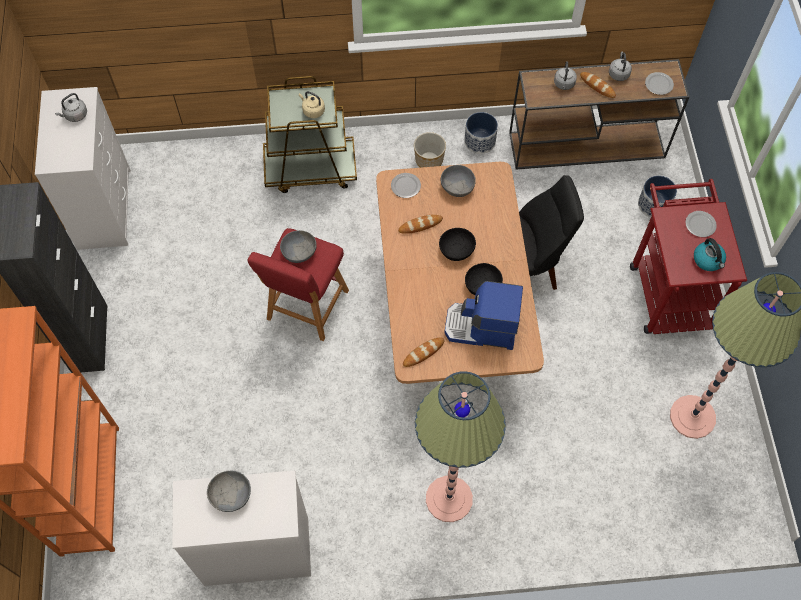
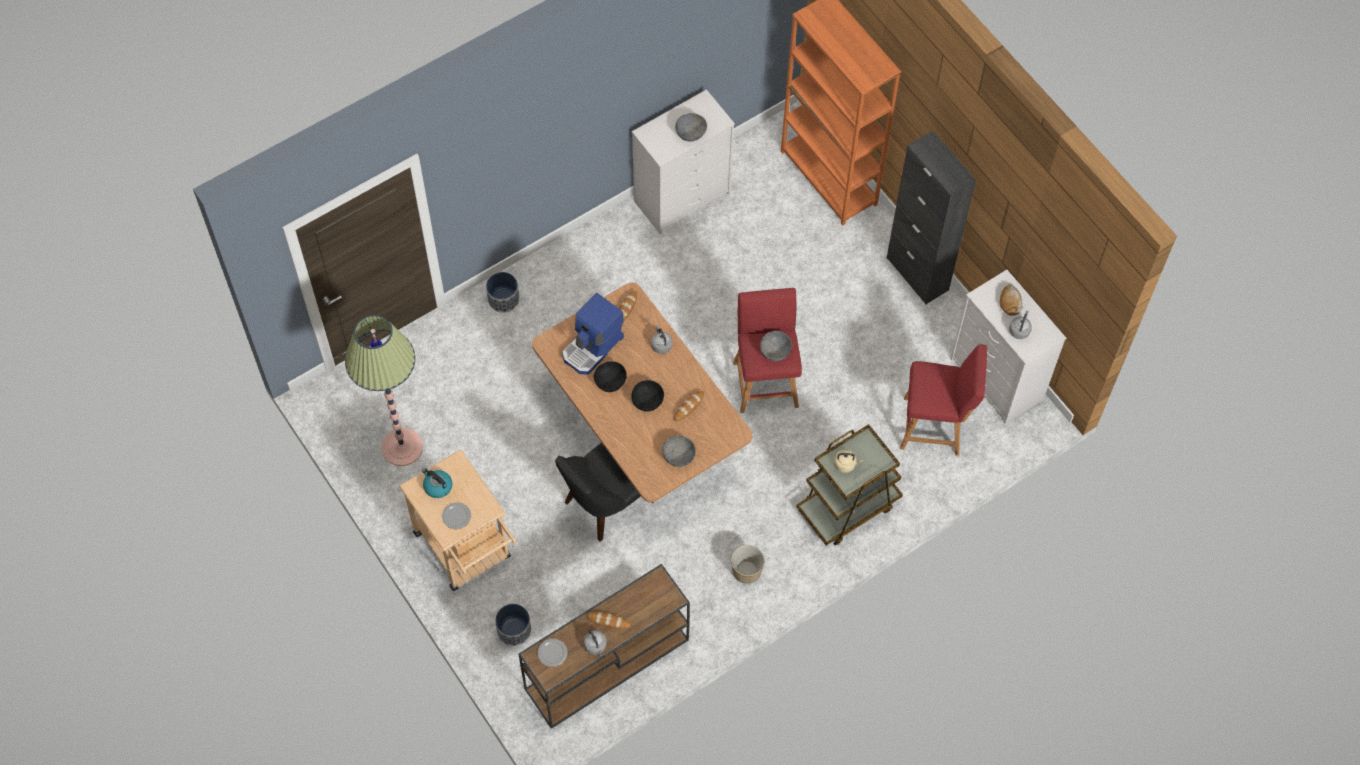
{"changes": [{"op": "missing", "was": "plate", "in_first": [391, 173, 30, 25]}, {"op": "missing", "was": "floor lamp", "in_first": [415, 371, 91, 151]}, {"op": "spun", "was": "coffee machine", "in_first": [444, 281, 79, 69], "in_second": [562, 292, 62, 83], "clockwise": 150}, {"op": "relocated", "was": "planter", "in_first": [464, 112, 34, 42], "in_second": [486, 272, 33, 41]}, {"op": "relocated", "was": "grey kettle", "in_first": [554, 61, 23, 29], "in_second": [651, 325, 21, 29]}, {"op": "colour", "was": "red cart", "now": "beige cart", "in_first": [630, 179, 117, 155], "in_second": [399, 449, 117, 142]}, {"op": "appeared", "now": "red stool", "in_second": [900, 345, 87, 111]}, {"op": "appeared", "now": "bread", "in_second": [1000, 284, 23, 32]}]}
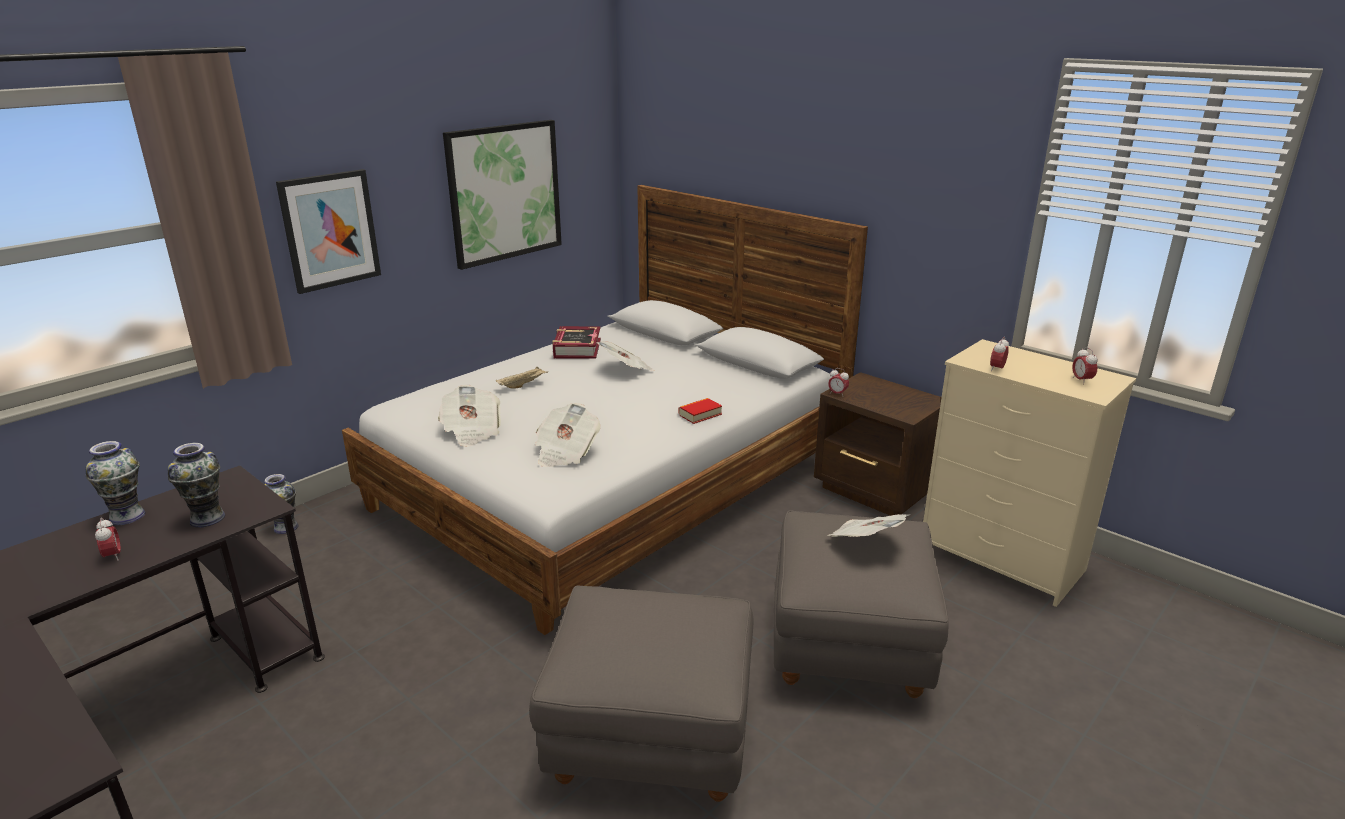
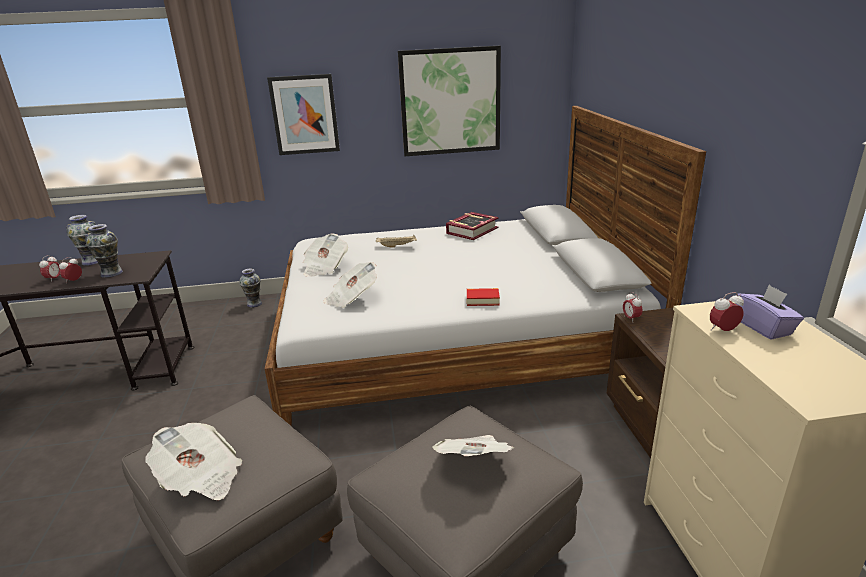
{"changes": [{"op": "relocated", "was": "newspaper", "in_first": [596, 341, 59, 30], "in_second": [145, 423, 97, 77]}, {"op": "relocated", "was": "alarm clock", "in_first": [1072, 347, 26, 38], "in_second": [59, 257, 23, 26]}, {"op": "appeared", "now": "purple tissue box", "in_second": [736, 284, 68, 56]}]}
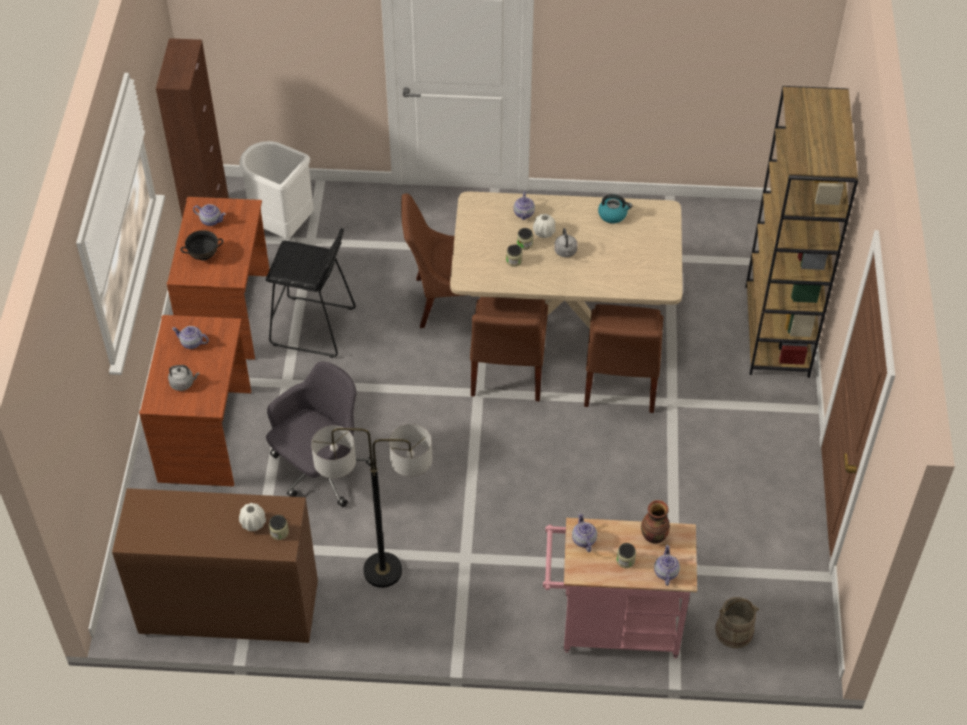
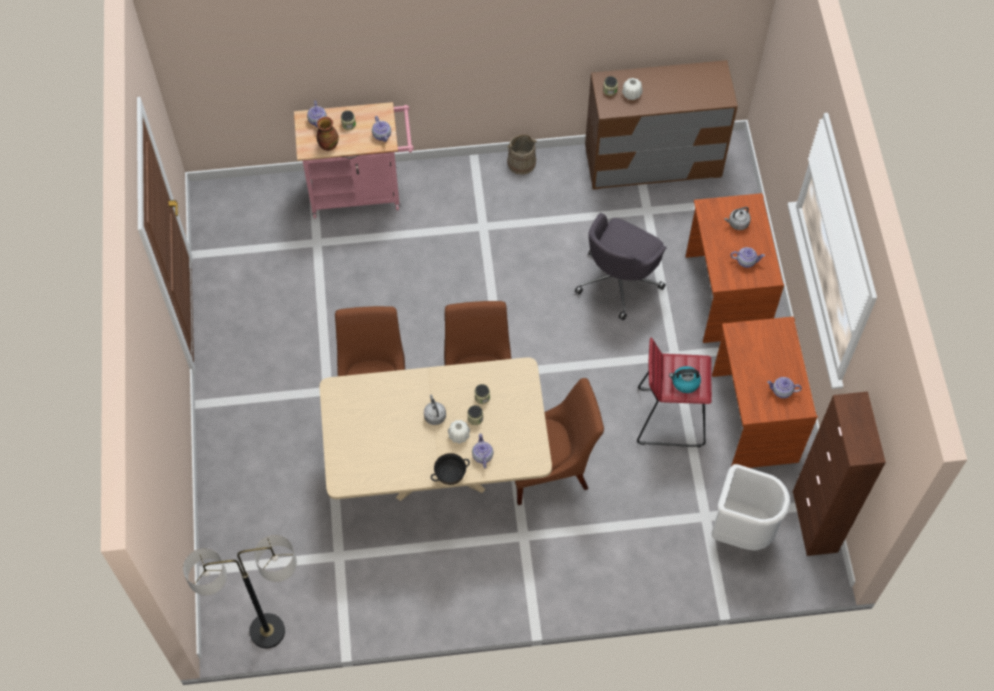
{"changes": [{"op": "relocated", "was": "black bowl", "in_first": [180, 230, 43, 31], "in_second": [431, 453, 39, 32]}, {"op": "colour", "was": "black stool", "now": "red stool", "in_first": [266, 228, 90, 130], "in_second": [637, 337, 75, 110]}, {"op": "relocated", "was": "floor lamp", "in_first": [311, 424, 121, 164], "in_second": [183, 535, 114, 113]}, {"op": "relocated", "was": "kettle", "in_first": [598, 194, 35, 29], "in_second": [669, 366, 32, 27]}, {"op": "relocated", "was": "beige bucket", "in_first": [715, 597, 44, 51], "in_second": [507, 134, 30, 41]}, {"op": "missing", "was": "brown bookcase", "in_first": [746, 86, 112, 292]}]}
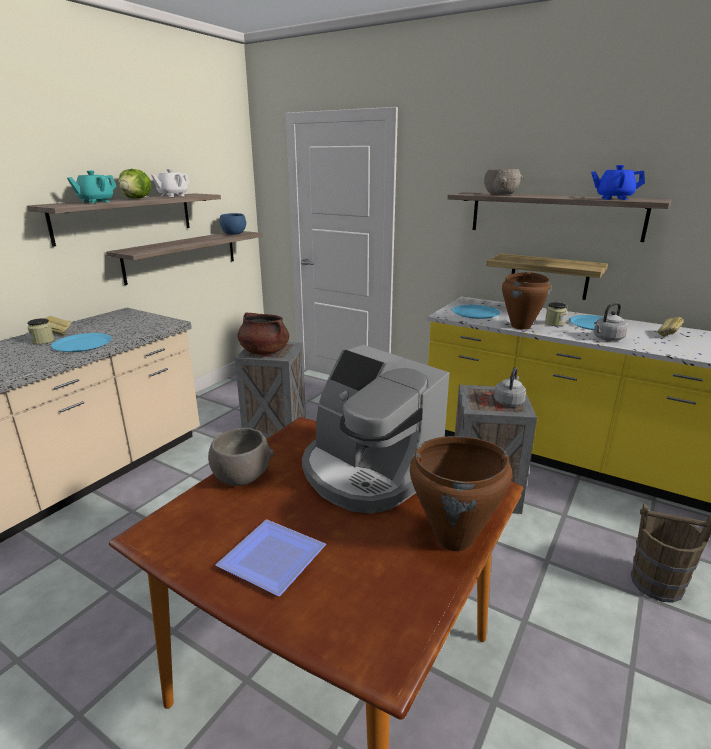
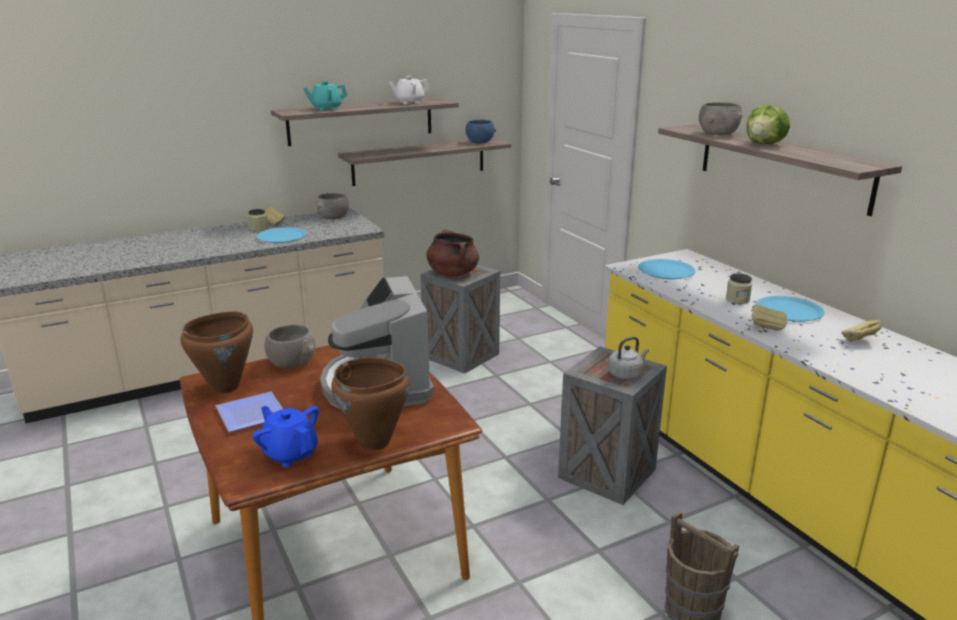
{"changes": [{"op": "relocated", "was": "lettuce", "in_first": [118, 169, 33, 30], "in_second": [747, 105, 43, 39]}, {"op": "missing", "was": "shelf", "in_first": [486, 254, 122, 46]}, {"op": "relocated", "was": "brown cooking pot", "in_first": [502, 272, 49, 58], "in_second": [180, 311, 73, 82]}, {"op": "relocated", "was": "blue teapot", "in_first": [591, 165, 54, 35], "in_second": [252, 406, 67, 61]}, {"op": "exchanged", "was": "grey kettle", "now": "bread", "in_first": [594, 303, 34, 38], "in_second": [752, 305, 35, 26]}, {"op": "appeared", "now": "grey bowl", "in_second": [316, 193, 33, 26]}]}
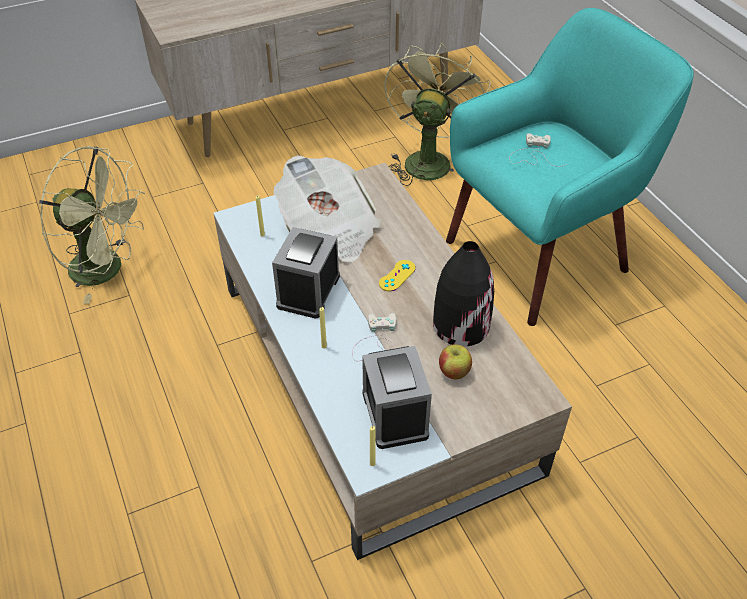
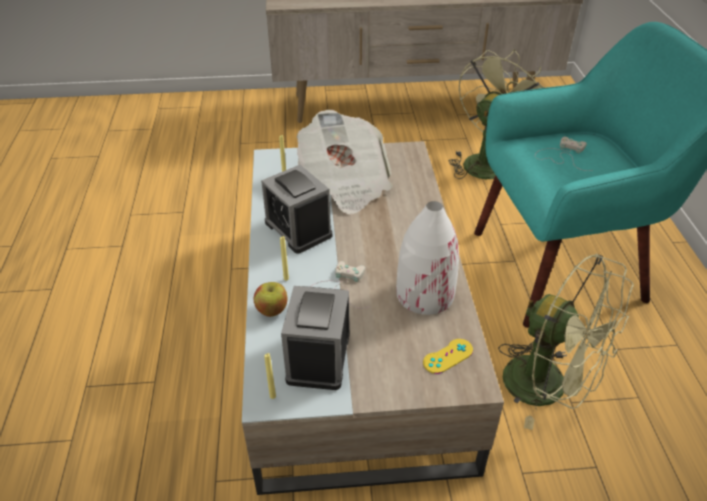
{"changes": [{"op": "relocated", "was": "green fan", "in_first": [39, 146, 106, 158], "in_second": [498, 254, 136, 176]}, {"op": "spun", "was": "alarm clock", "in_first": [272, 227, 68, 92], "in_second": [261, 165, 71, 88], "clockwise": -75}, {"op": "relocated", "was": "yellow game controller", "in_first": [379, 260, 37, 31], "in_second": [423, 339, 50, 35]}, {"op": "colour", "was": "black vase", "now": "white vase", "in_first": [433, 241, 61, 106], "in_second": [396, 201, 63, 114]}, {"op": "relocated", "was": "apple", "in_first": [439, 344, 33, 35], "in_second": [254, 282, 34, 35]}]}
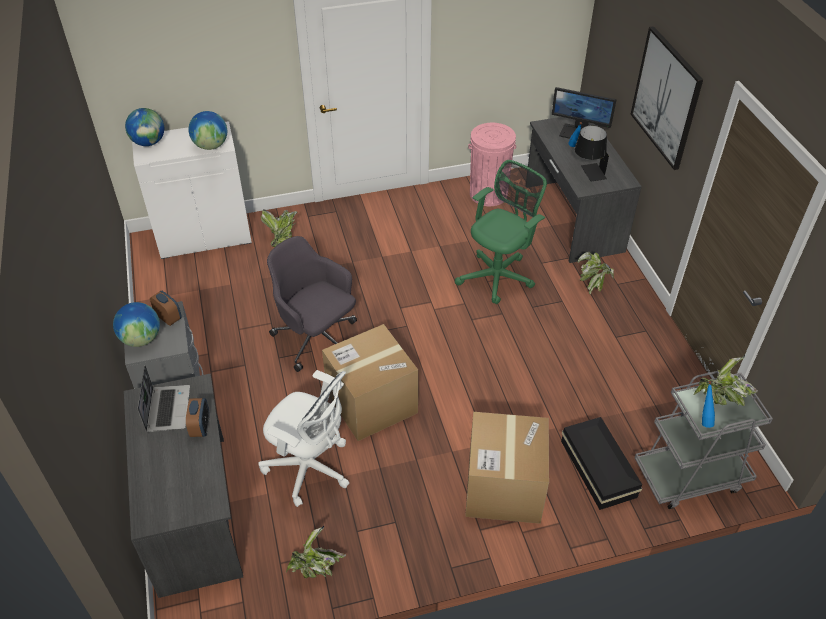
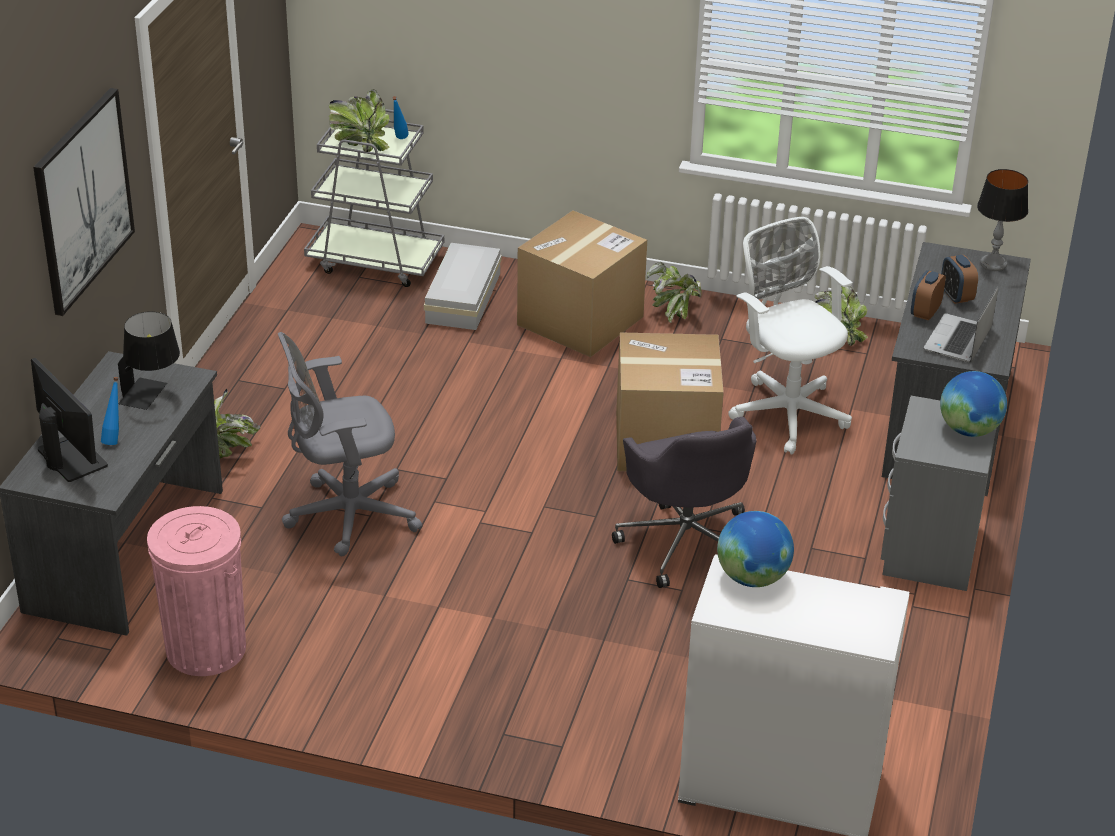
{"changes": [{"op": "missing", "was": "globe", "in_first": [125, 108, 39, 38]}, {"op": "relocated", "was": "alarm clock", "in_first": [150, 291, 32, 35], "in_second": [941, 255, 37, 49]}, {"op": "relocated", "was": "potted plant", "in_first": [261, 209, 36, 38], "in_second": [647, 262, 55, 61]}, {"op": "colour", "was": "green office chair", "now": "grey office chair", "in_first": [455, 160, 92, 144], "in_second": [278, 332, 144, 224]}, {"op": "colour", "was": "black storage box", "now": "white storage box", "in_first": [561, 417, 81, 93], "in_second": [424, 243, 78, 87]}, {"op": "appeared", "now": "table lamp", "in_second": [977, 169, 51, 102]}]}
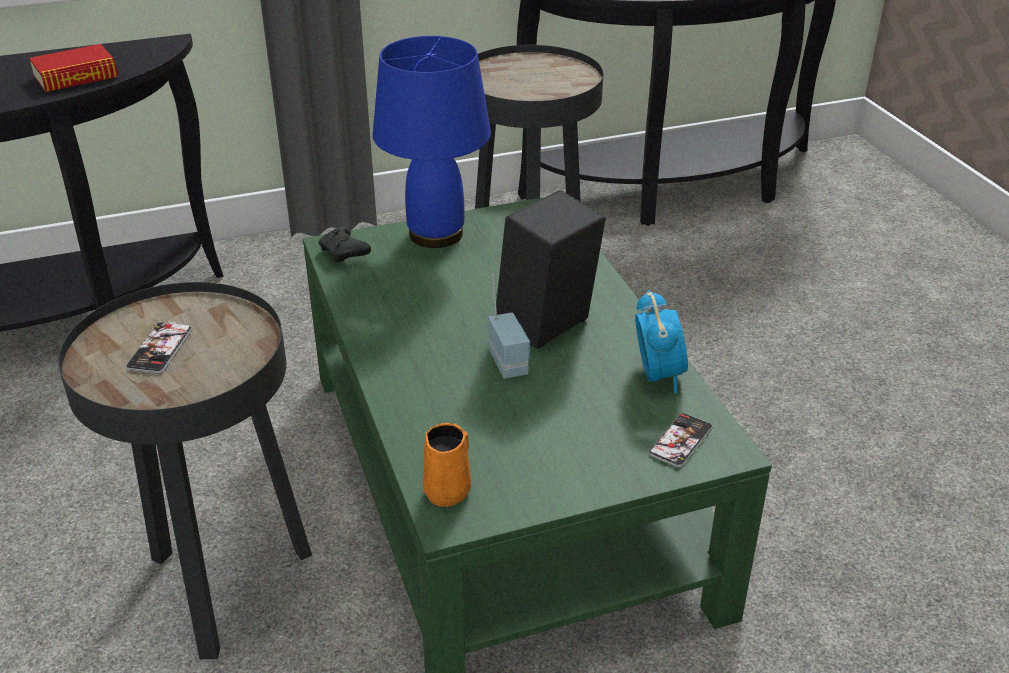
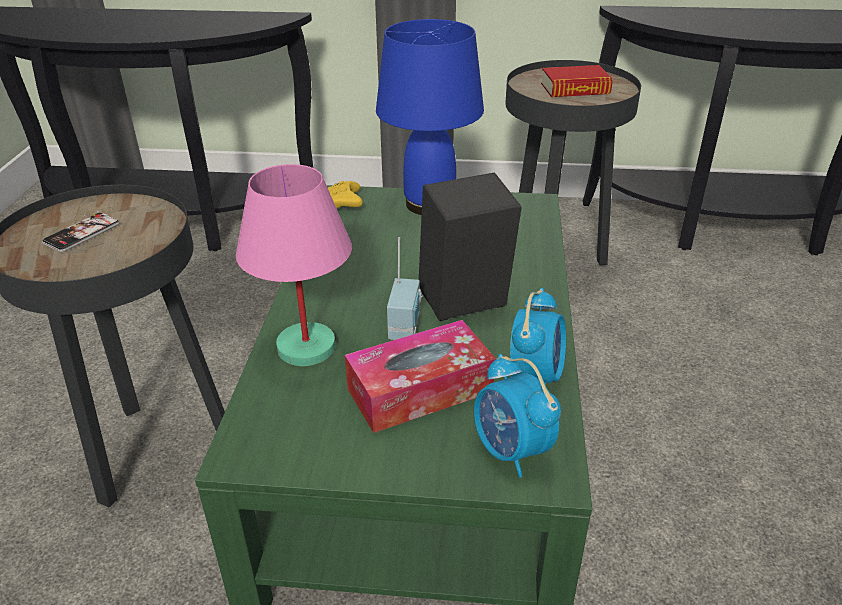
{"changes": [{"op": "relocated", "was": "book", "in_first": [29, 44, 89, 48], "in_second": [541, 65, 71, 32]}, {"op": "colour", "was": "black game controller", "now": "yellow game controller", "in_first": [318, 227, 53, 35], "in_second": [328, 181, 35, 27]}, {"op": "missing", "was": "orange mug", "in_first": [423, 423, 48, 84]}, {"op": "exchanged", "was": "phone", "now": "alarm clock", "in_first": [649, 413, 64, 55], "in_second": [474, 354, 87, 123]}, {"op": "appeared", "now": "pink table lamp", "in_second": [236, 164, 116, 202]}, {"op": "appeared", "now": "tissue box", "in_second": [345, 320, 150, 113]}]}
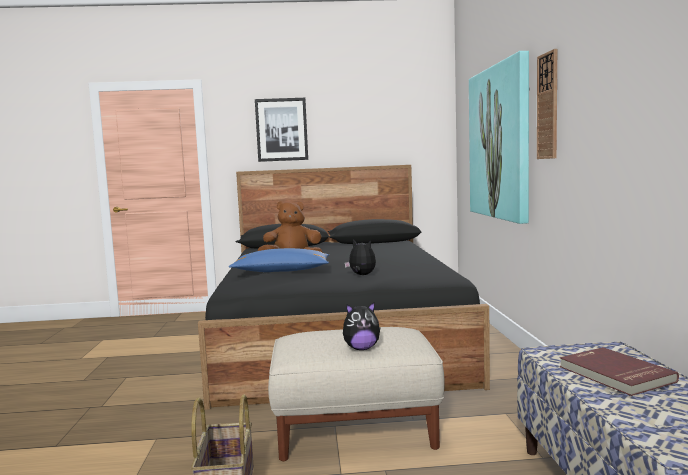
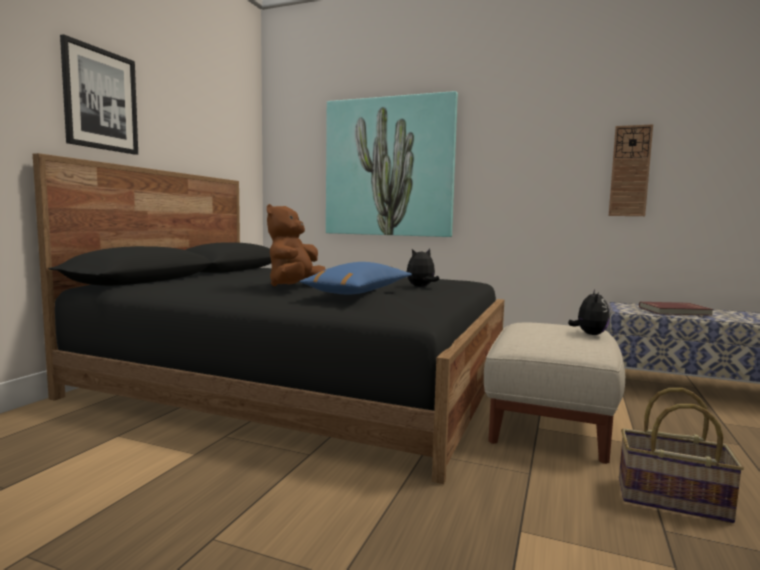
{"changes": [{"op": "relocated", "was": "wall clock", "in_first": [537, 49, 20, 110], "in_second": [609, 124, 44, 92]}]}
